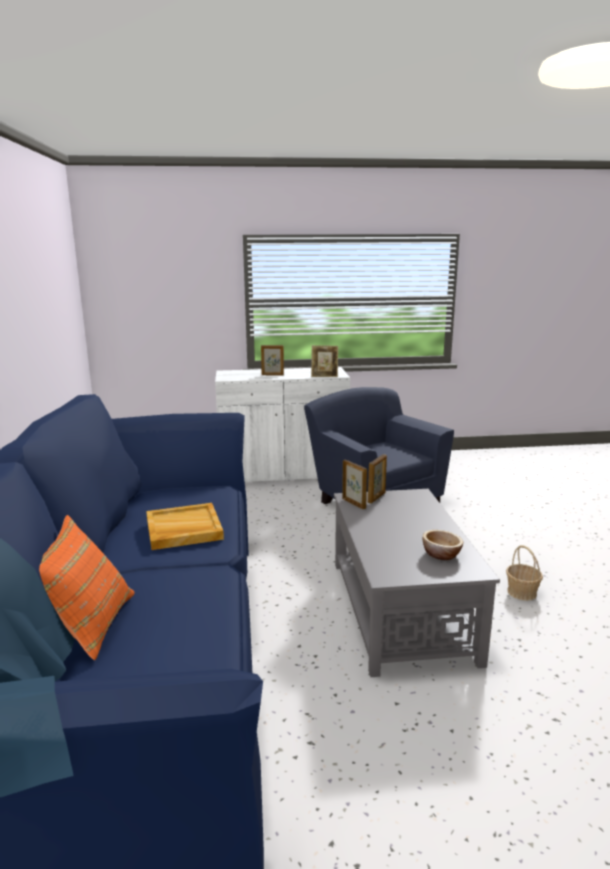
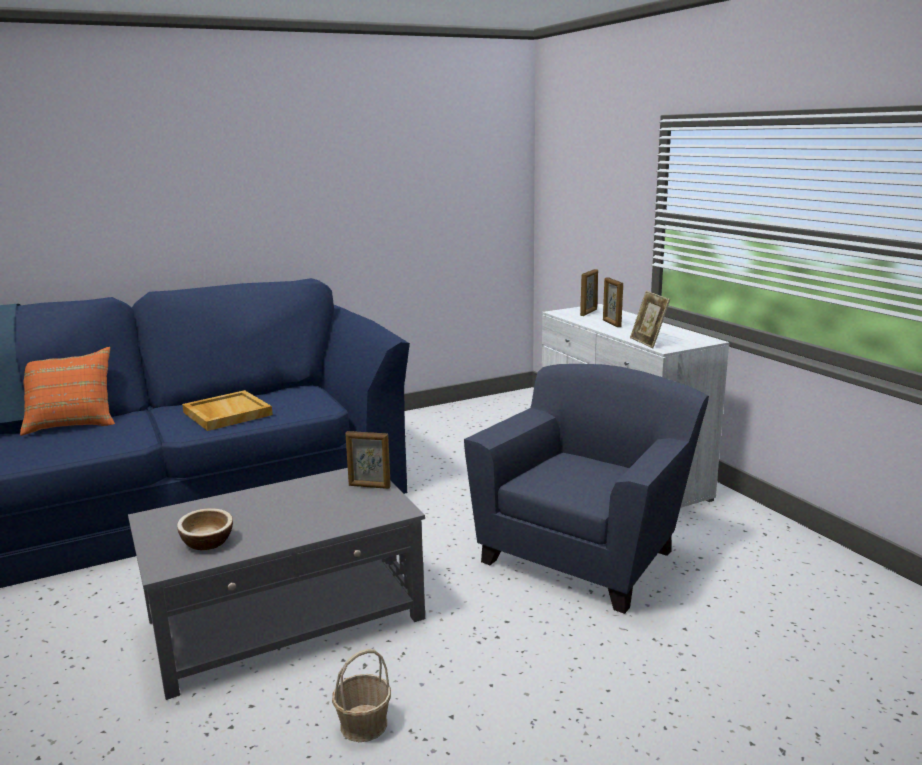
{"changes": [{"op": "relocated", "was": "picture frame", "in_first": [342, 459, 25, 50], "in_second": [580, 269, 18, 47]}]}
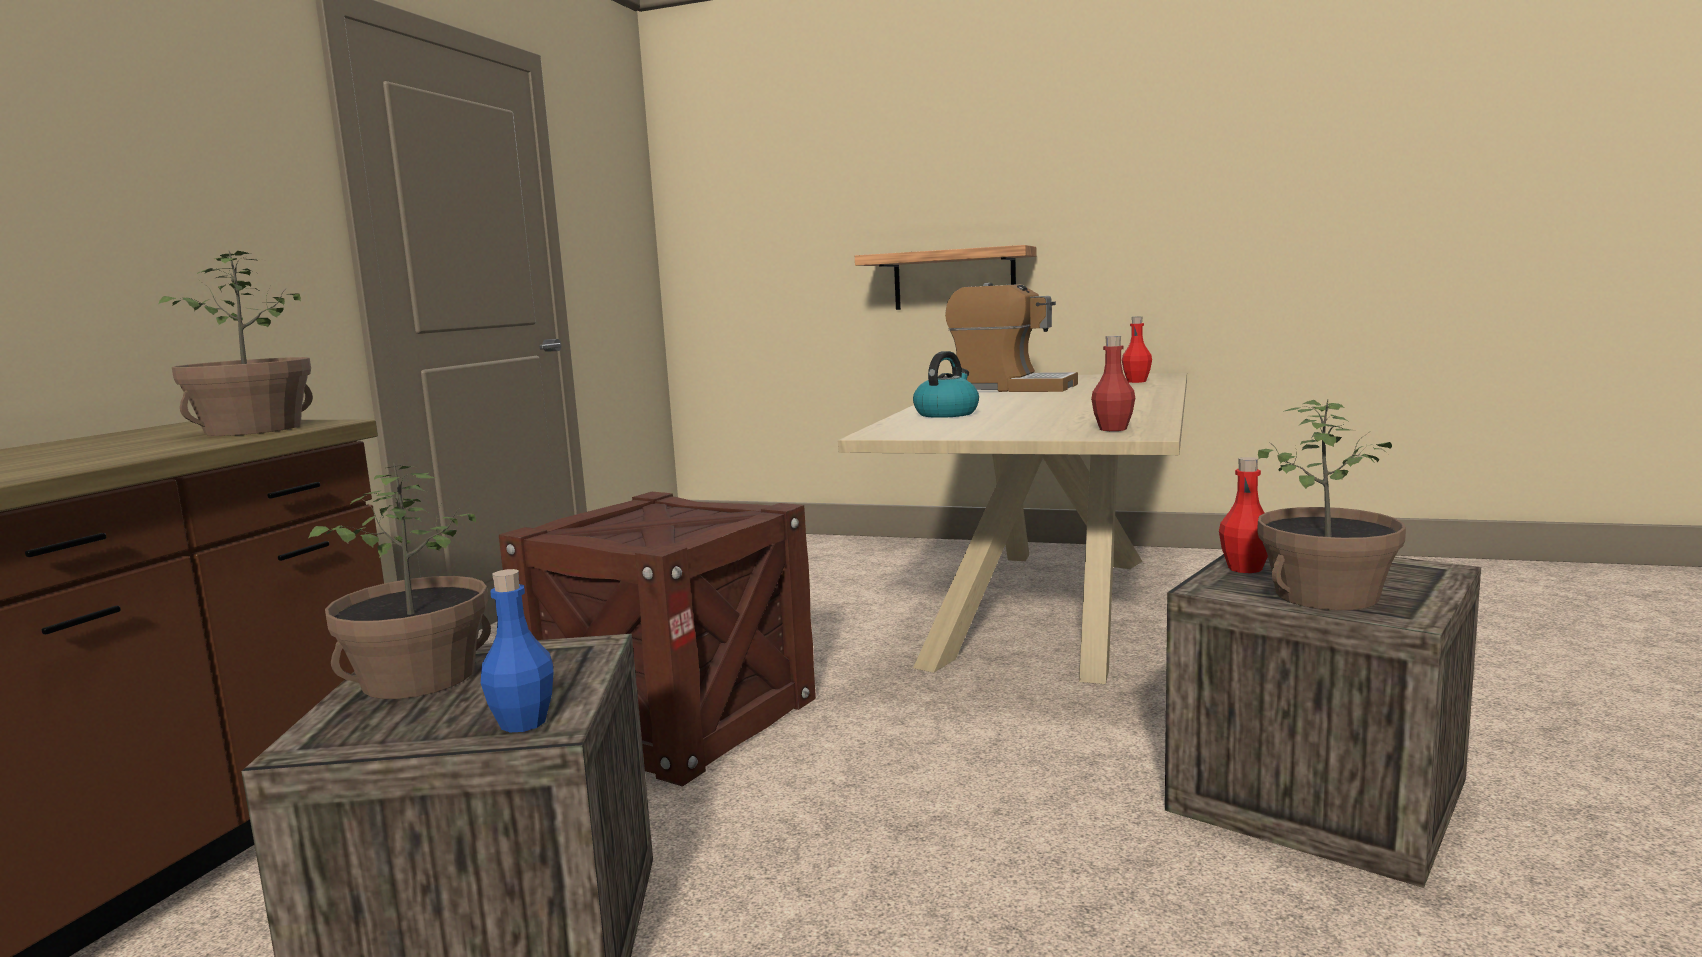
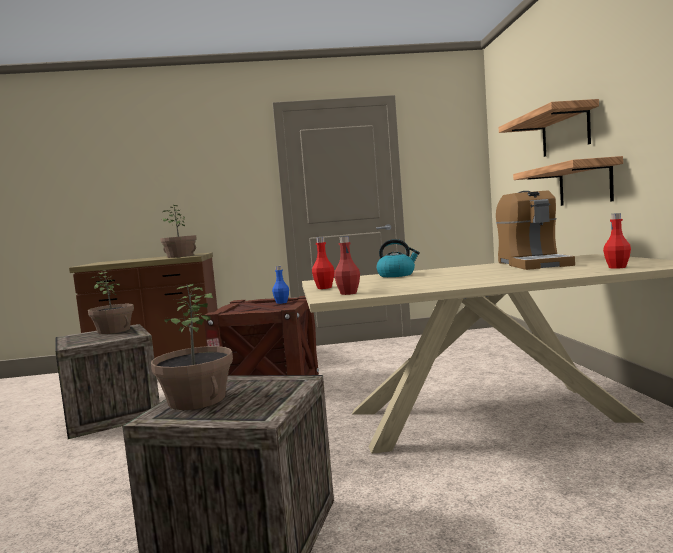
{"changes": [{"op": "relocated", "was": "blue bottle", "in_first": [481, 569, 73, 163], "in_second": [272, 266, 17, 38]}, {"op": "relocated", "was": "red bottle", "in_first": [1219, 457, 49, 116], "in_second": [312, 237, 22, 52]}, {"op": "appeared", "now": "shelf", "in_second": [499, 99, 100, 58]}]}
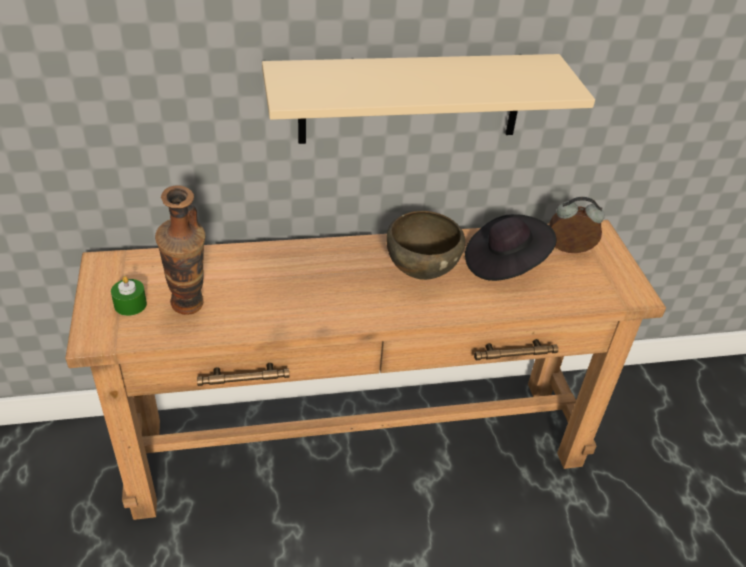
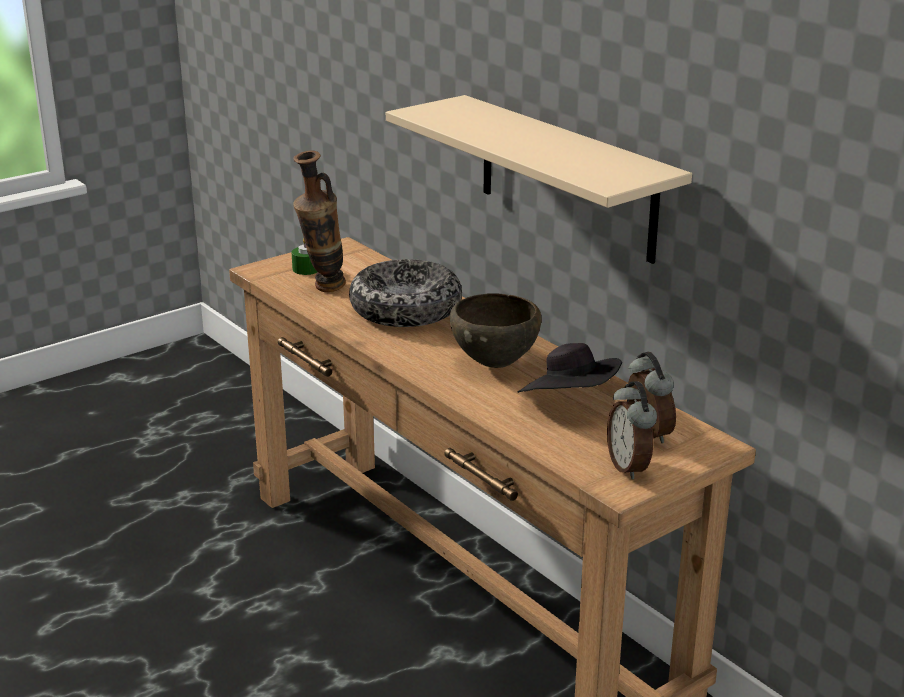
{"changes": [{"op": "appeared", "now": "bowl", "in_second": [349, 259, 113, 68]}, {"op": "appeared", "now": "alarm clock", "in_second": [607, 381, 50, 99]}]}
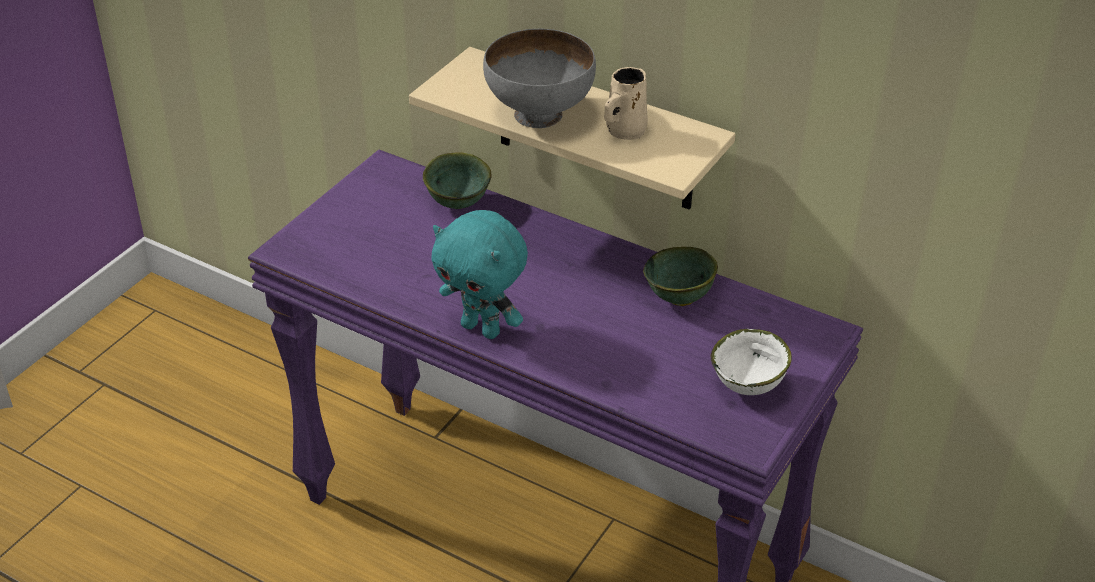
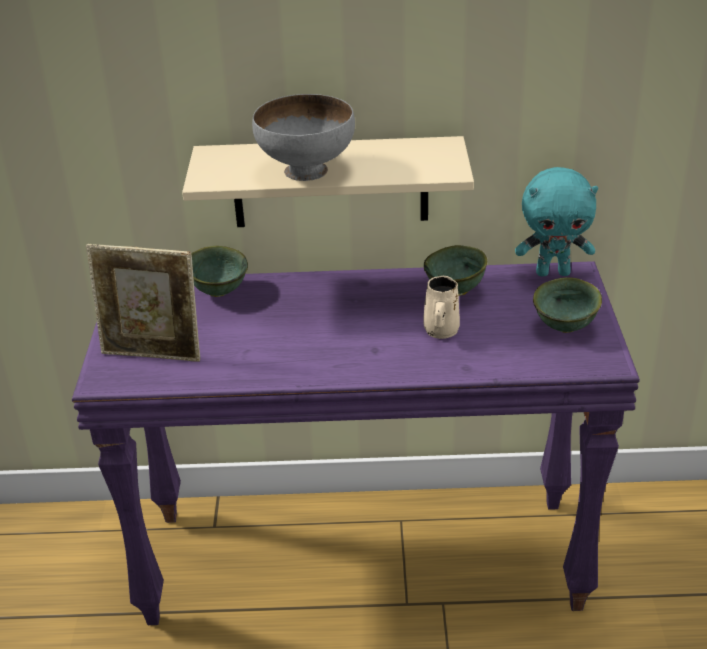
{"changes": [{"op": "relocated", "was": "turquoise plush toy", "in_first": [431, 210, 97, 129], "in_second": [515, 167, 83, 109]}, {"op": "relocated", "was": "beige mug", "in_first": [604, 67, 44, 73], "in_second": [423, 276, 37, 63]}, {"op": "colour", "was": "white bowl", "now": "green bowl", "in_first": [711, 329, 81, 66], "in_second": [533, 277, 69, 56]}, {"op": "appeared", "now": "picture frame", "in_second": [86, 244, 114, 118]}]}
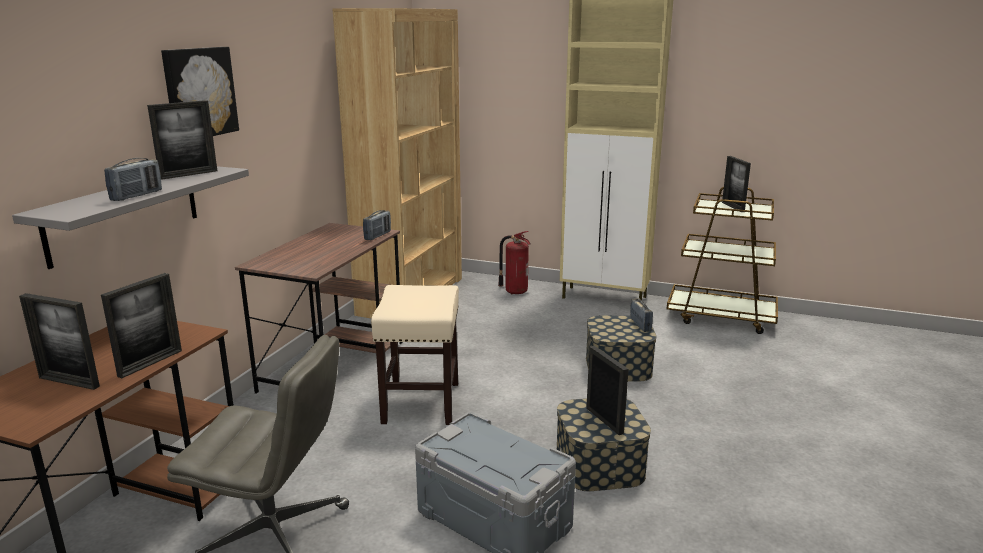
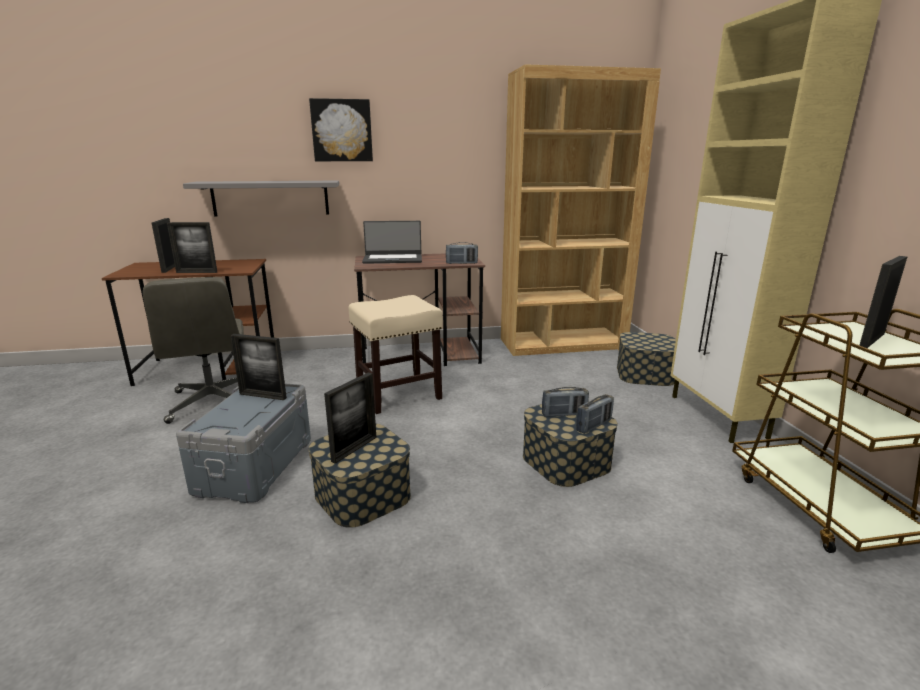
{"changes": [{"op": "relocated", "was": "radio", "in_first": [104, 158, 58, 43], "in_second": [542, 387, 47, 30]}, {"op": "relocated", "was": "picture frame", "in_first": [147, 100, 70, 80], "in_second": [230, 334, 57, 66]}, {"op": "exchanged", "was": "fire extinguisher", "now": "storage box", "in_first": [498, 231, 33, 63], "in_second": [617, 332, 59, 54]}, {"op": "appeared", "now": "laptop", "in_second": [362, 221, 60, 43]}]}
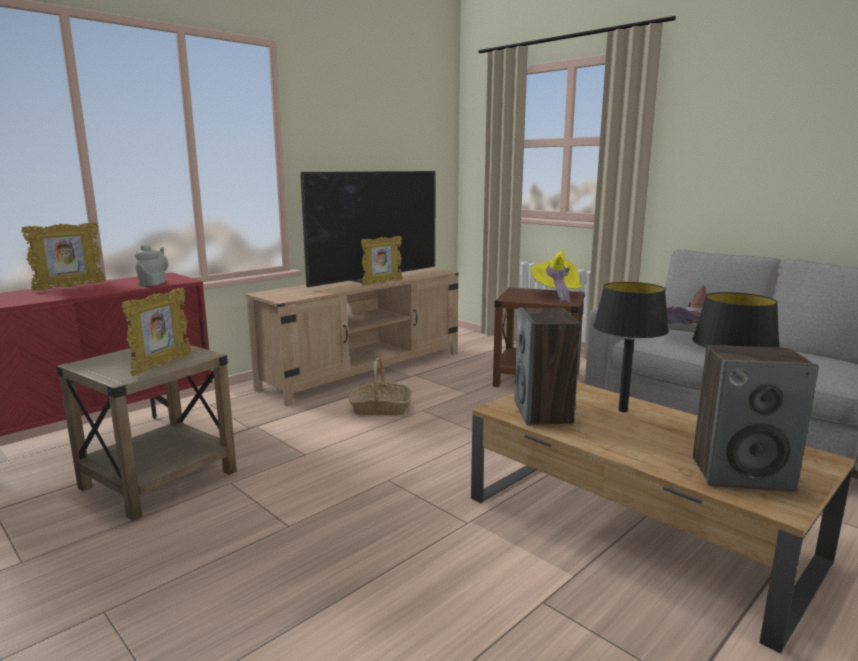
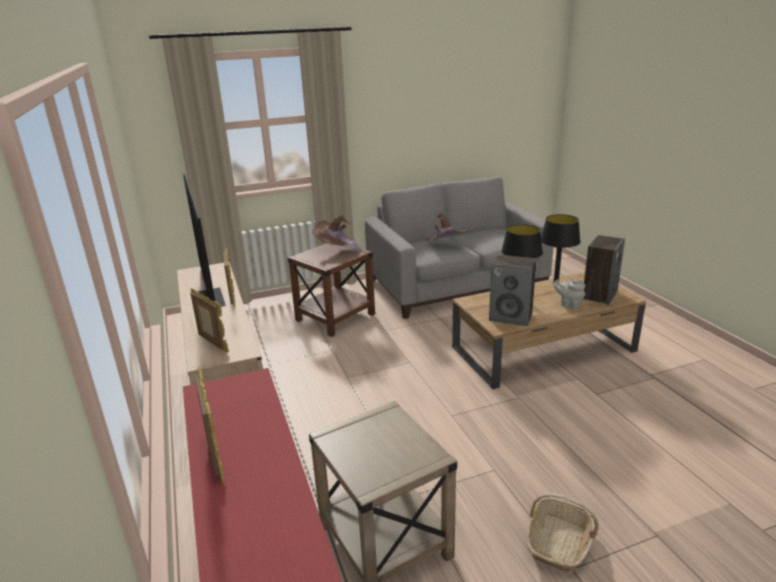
{"changes": [{"op": "relocated", "was": "picture frame", "in_first": [122, 288, 69, 88], "in_second": [190, 288, 39, 65]}, {"op": "relocated", "was": "grey teapot", "in_first": [134, 243, 34, 43], "in_second": [553, 279, 32, 30]}, {"op": "relocated", "was": "basket", "in_first": [349, 358, 63, 58], "in_second": [527, 493, 71, 79]}, {"op": "colour", "was": "yellow hat", "now": "brown hat", "in_first": [530, 250, 53, 53], "in_second": [312, 215, 50, 39]}]}
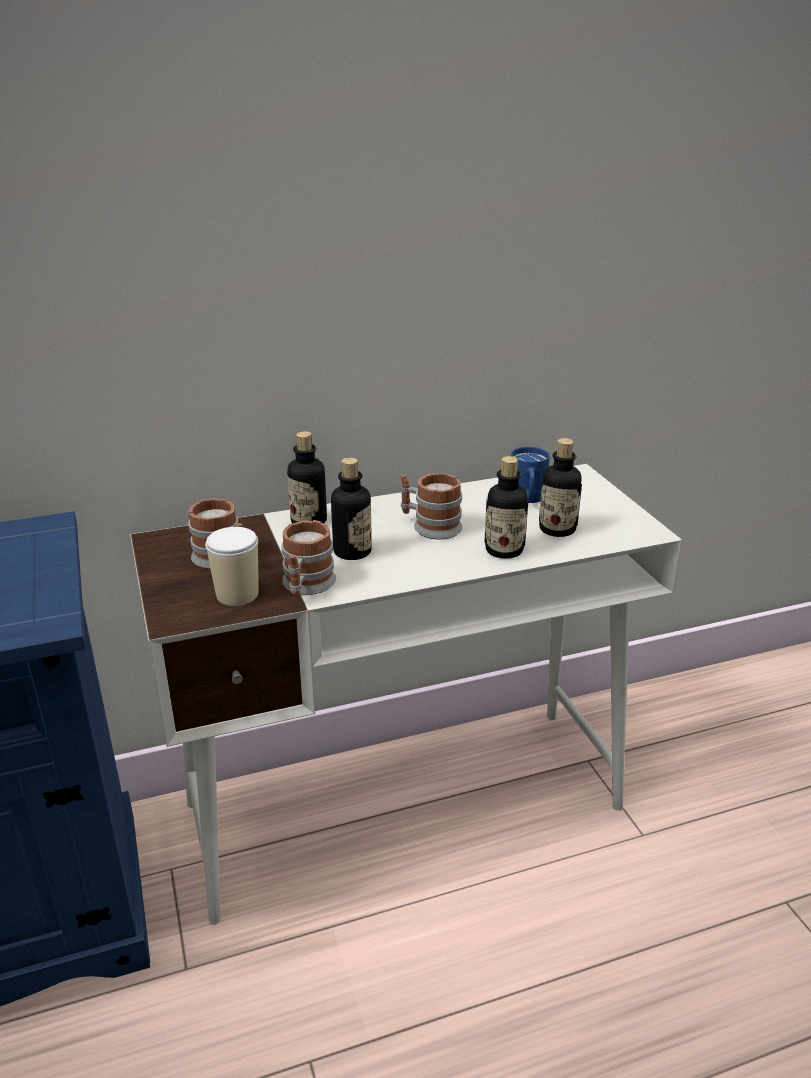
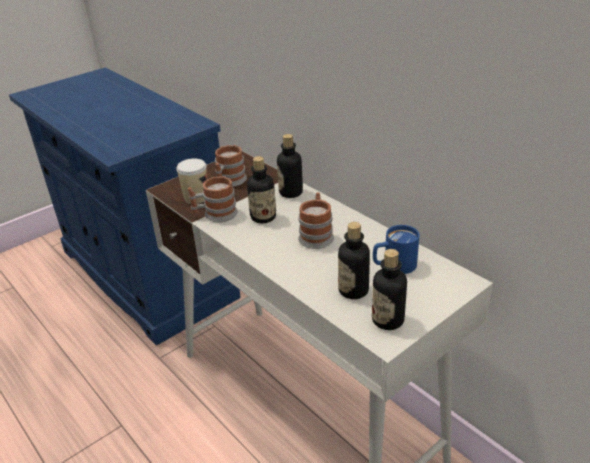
{"changes": [{"op": "relocated", "was": "bottle", "in_first": [484, 456, 44, 103], "in_second": [372, 249, 35, 81]}]}
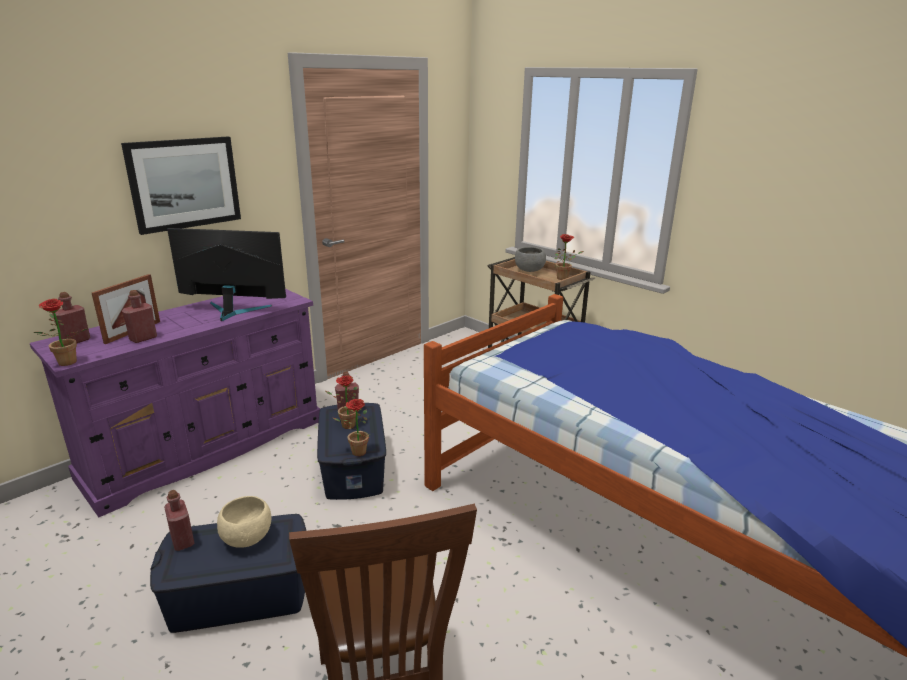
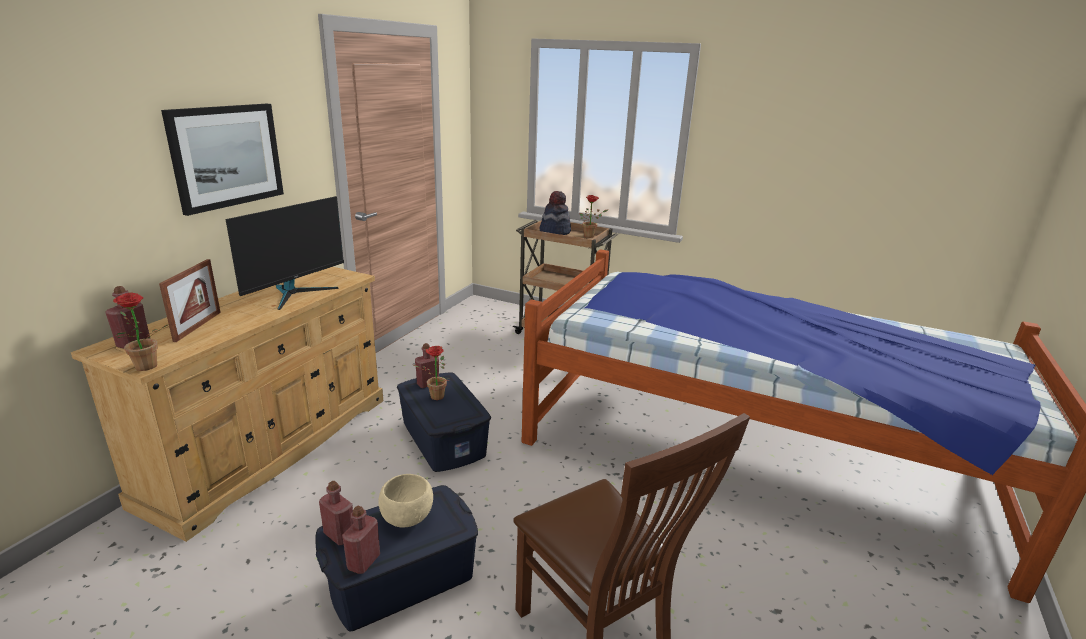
{"changes": [{"op": "colour", "was": "purple dresser", "now": "beige dresser", "in_first": [30, 289, 290, 229], "in_second": [71, 267, 312, 275]}, {"op": "relocated", "was": "red bottle", "in_first": [122, 290, 35, 53], "in_second": [342, 506, 38, 68]}, {"op": "spun", "was": "monitor", "in_first": [167, 228, 119, 93], "in_second": [225, 196, 119, 114], "clockwise": 135}, {"op": "missing", "was": "potted plant", "in_first": [333, 399, 38, 57]}, {"op": "exchanged", "was": "grey bowl", "now": "hat", "in_first": [515, 247, 31, 25], "in_second": [540, 191, 31, 44]}]}
